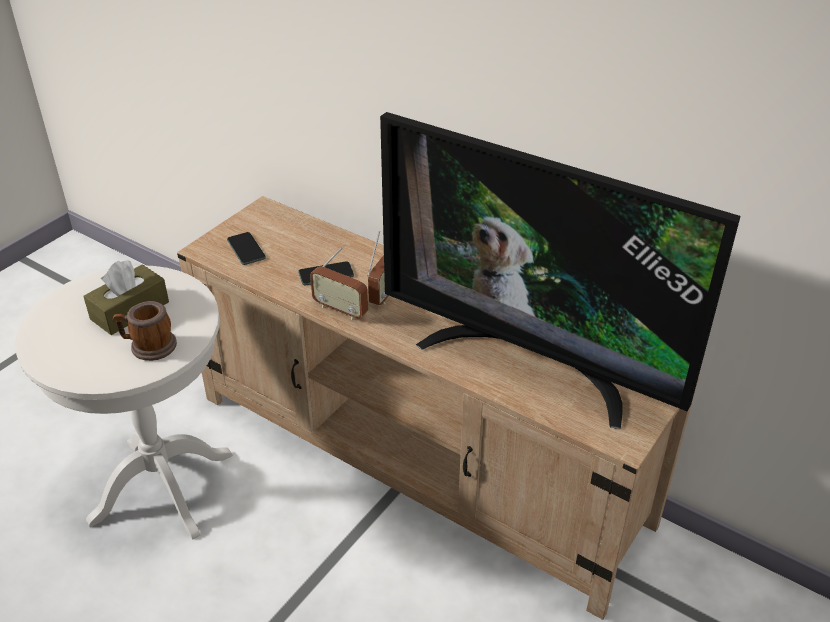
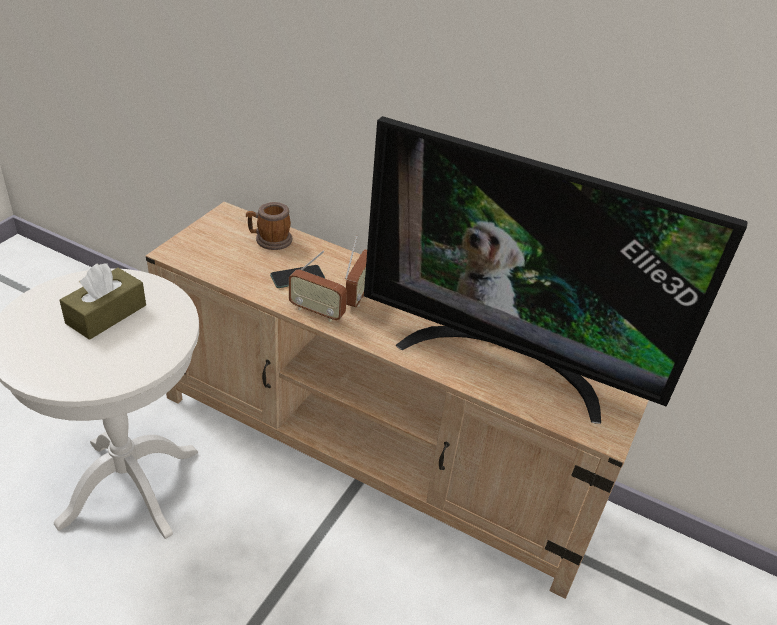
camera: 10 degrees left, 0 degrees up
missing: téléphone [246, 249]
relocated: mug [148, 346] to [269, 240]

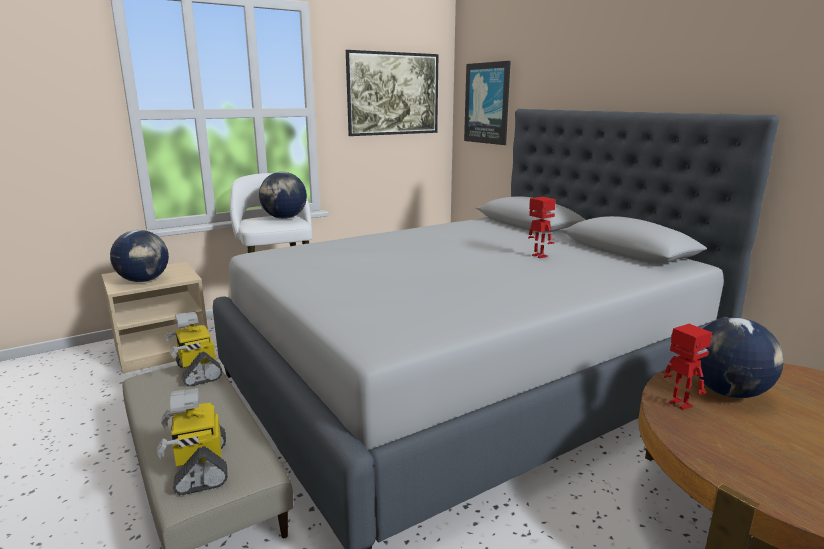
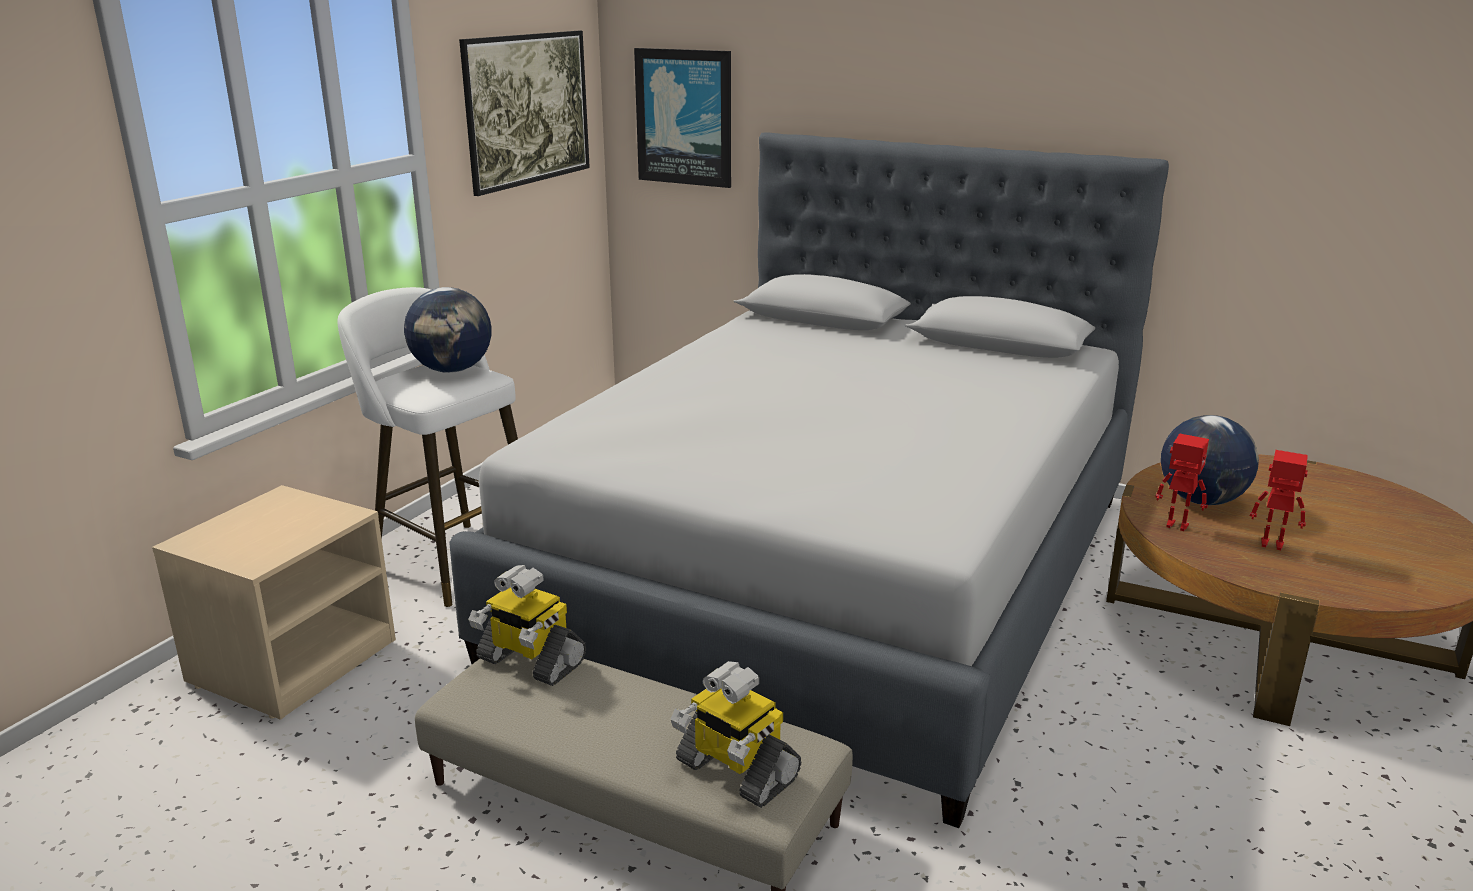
camera: 30 degrees left, 5 degrees up
missing: globe [144, 281]
relocated: robot jouet [538, 256] to [1271, 545]

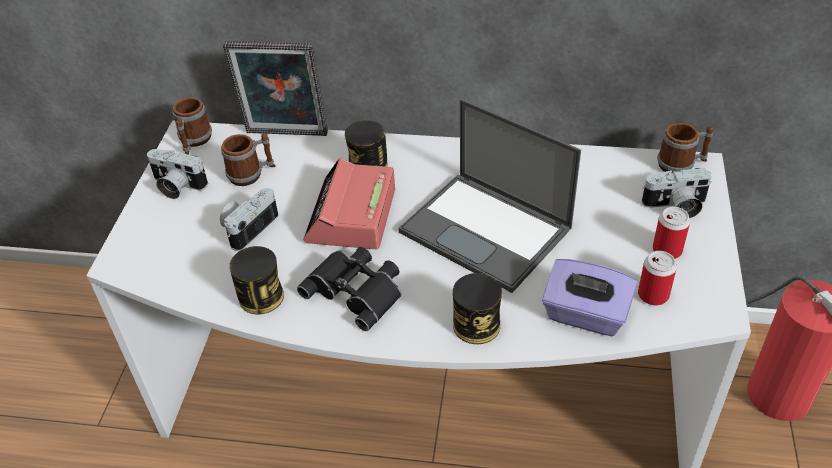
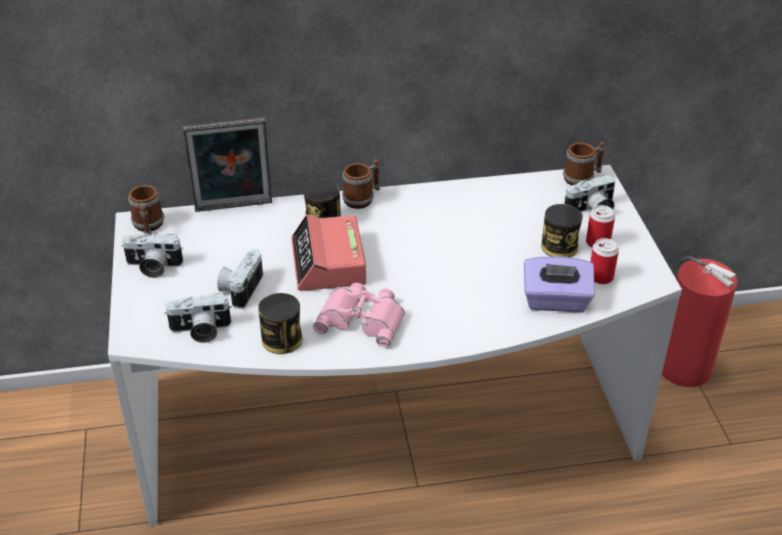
camera: 20 degrees left, 5 degrees down
missing: ordinateur portable [487, 230]
appeared: appareil photo [200, 331]
relocated: mug [251, 174] to [362, 198]; boîte métallique [476, 325] to [559, 247]
colour: jumelles/noir [357, 290] to jumelles/rose [363, 318]

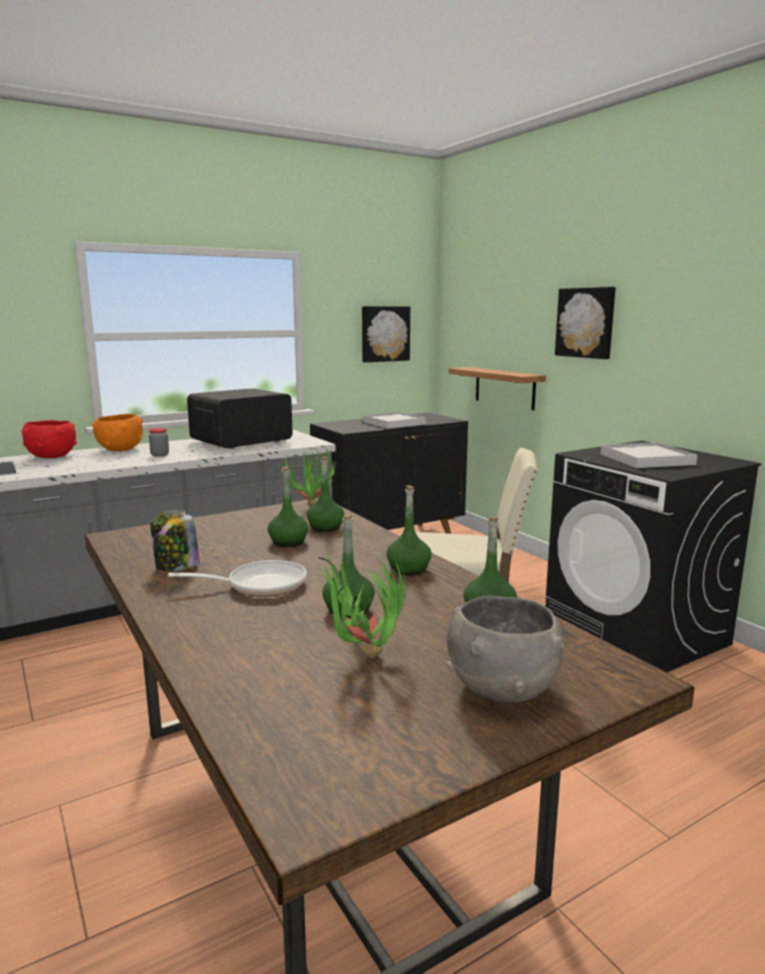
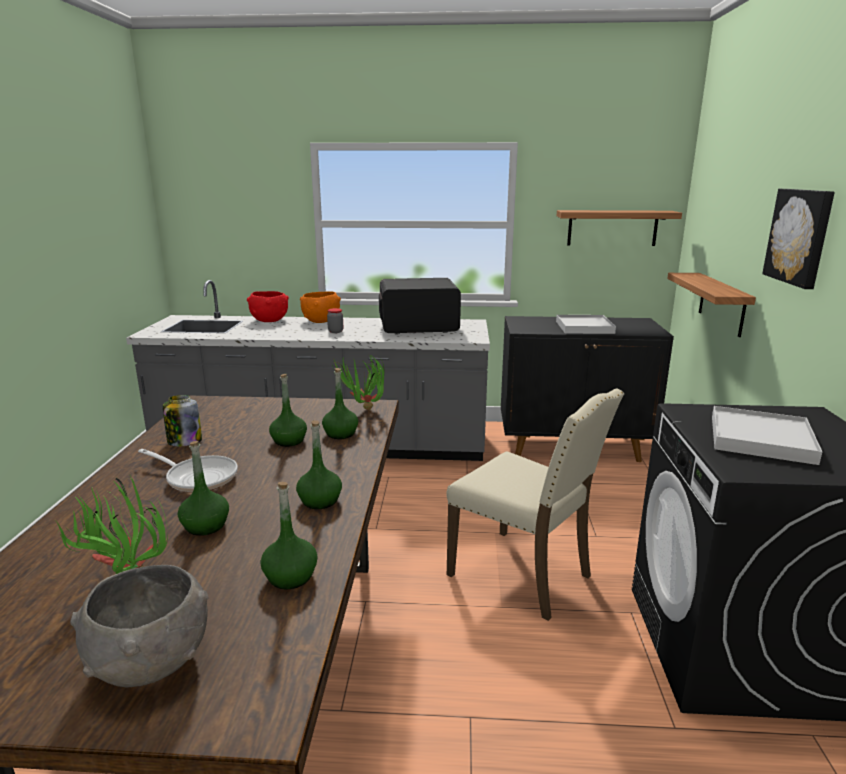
camera: 35 degrees right, 5 degrees up
exchanged: tableau [384, 334] to étagère [612, 228]

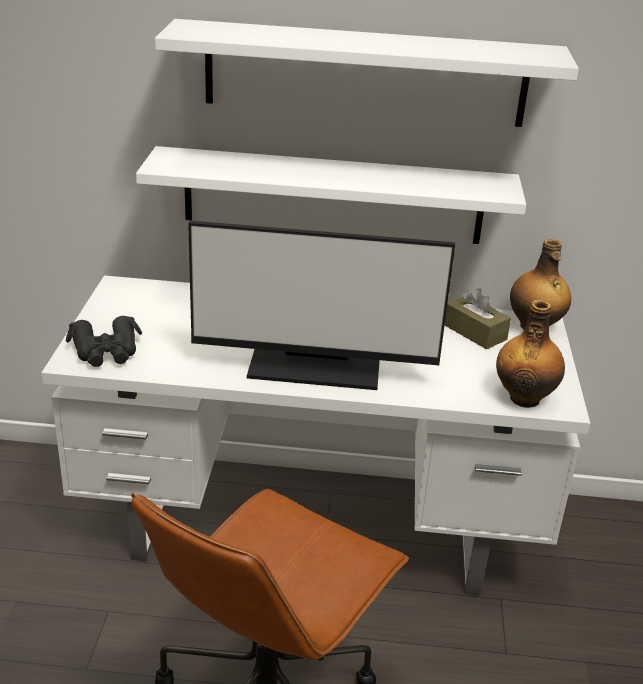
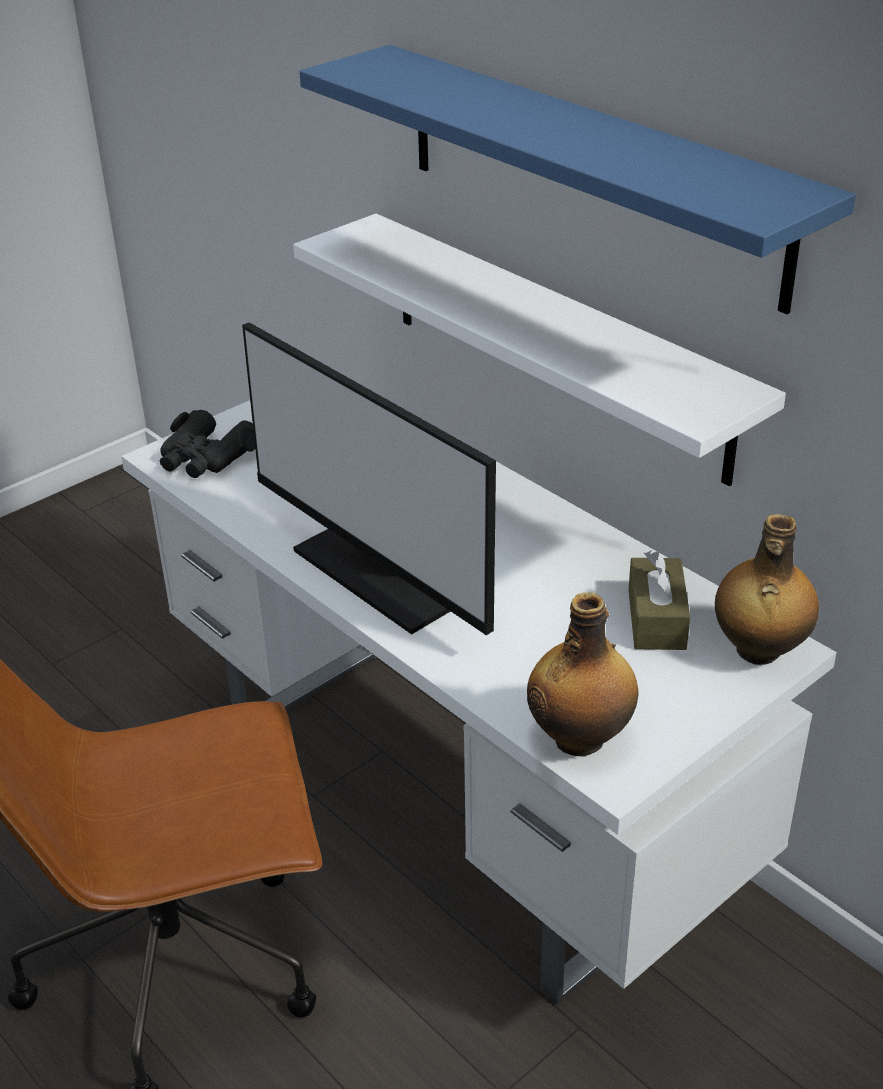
camera: 45 degrees right, 5 degrees up
colour: étagère/blanc [365, 74] to étagère/bleu [588, 172]

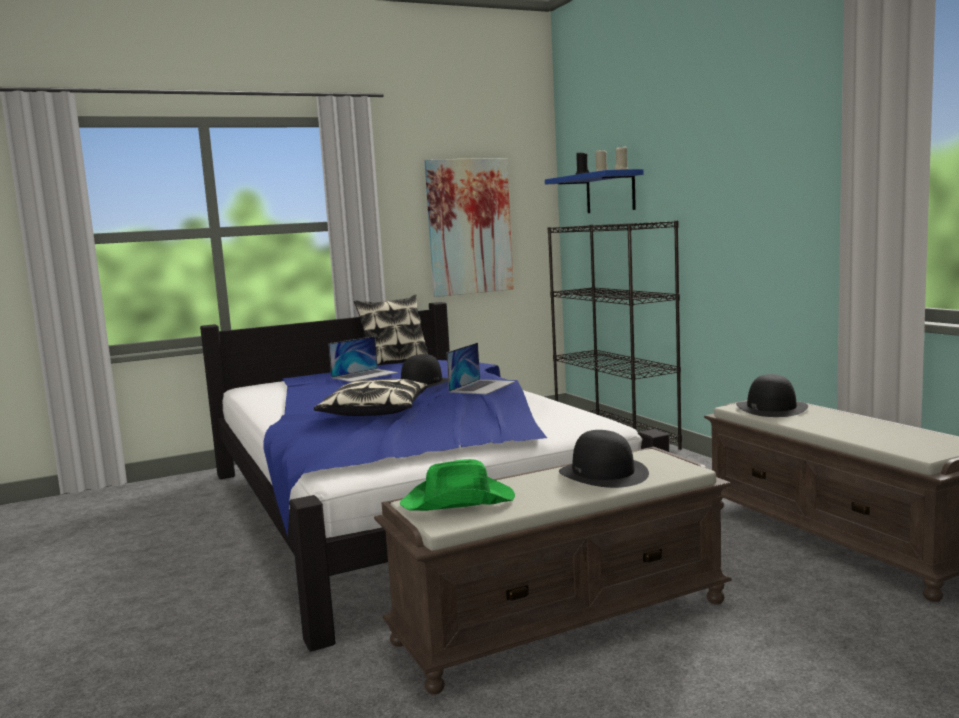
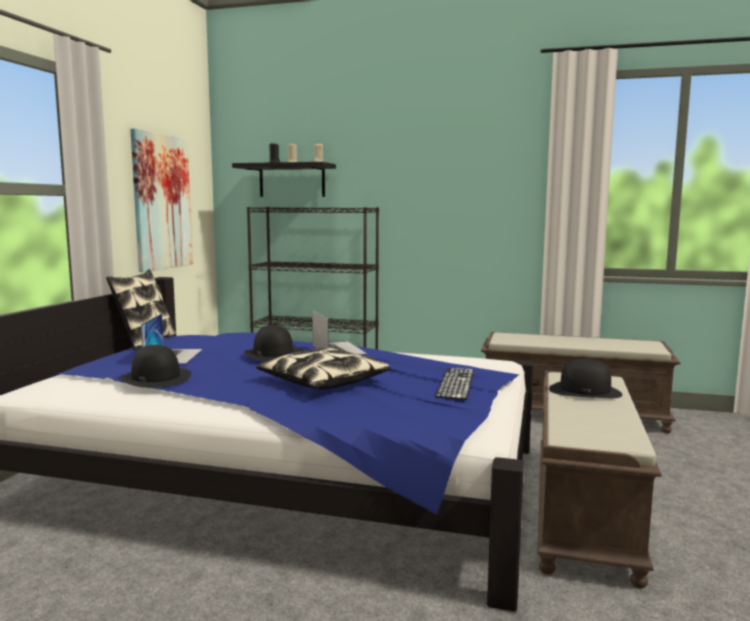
camera: 50 degrees left, 0 degrees up
missing: chapeau/vert [459, 501]
appeared: clavier [456, 383]
relocated: chapeau/noir [771, 408] to [155, 378]
colour: étagère/bleu [610, 192] to étagère/noir [292, 180]

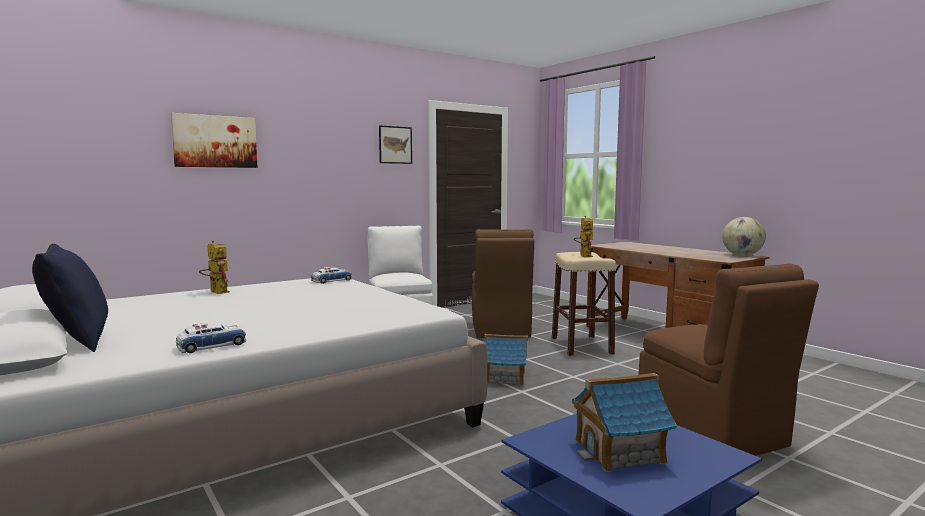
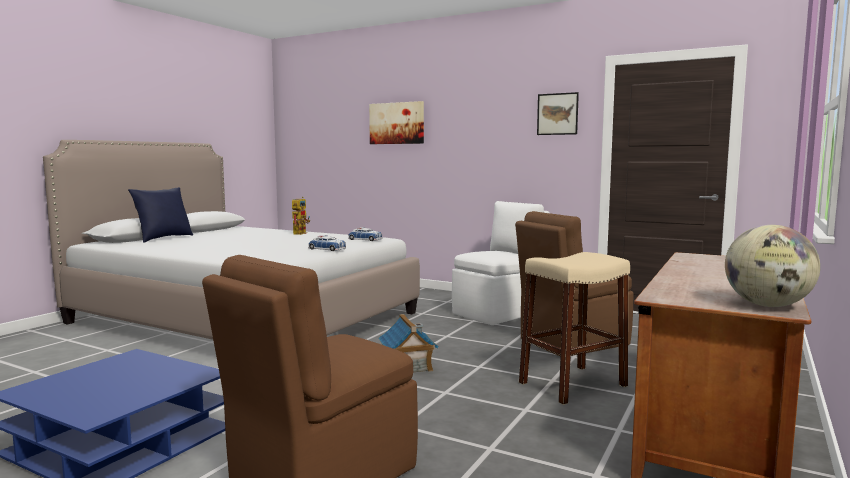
camera: 65 degrees right, 0 degrees up
missing: maison miniature [620, 451]; robot jouet [583, 255]
relocated: petite voiture [211, 345] to [327, 249]

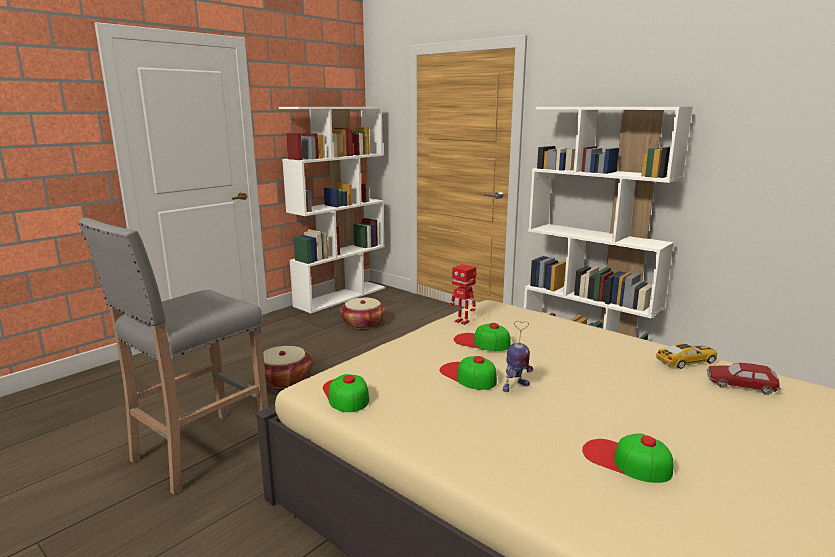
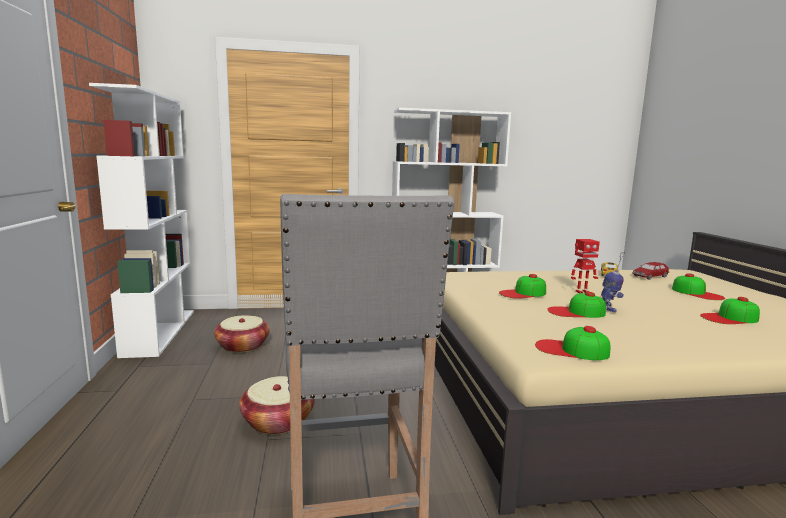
camera: 50 degrees left, 5 degrees down
appeared: casquette [697, 293]
relocated: robot jouet [462, 321] to [582, 292]

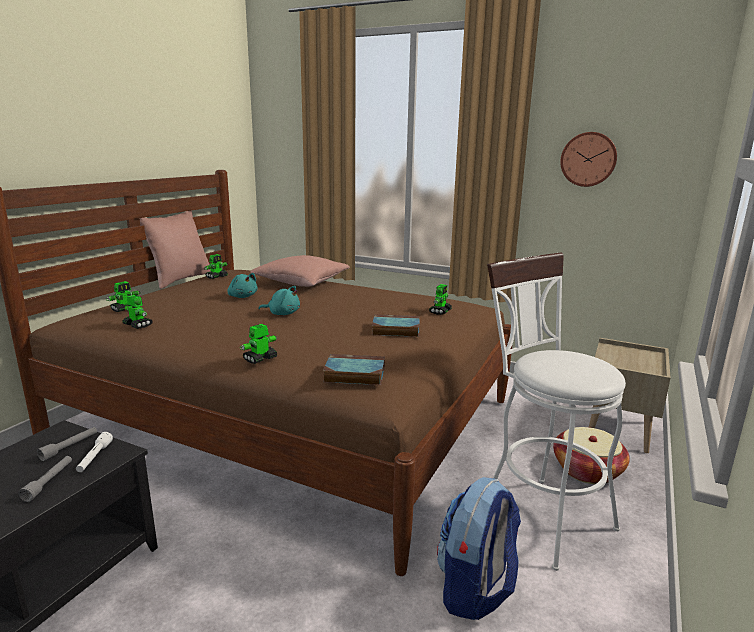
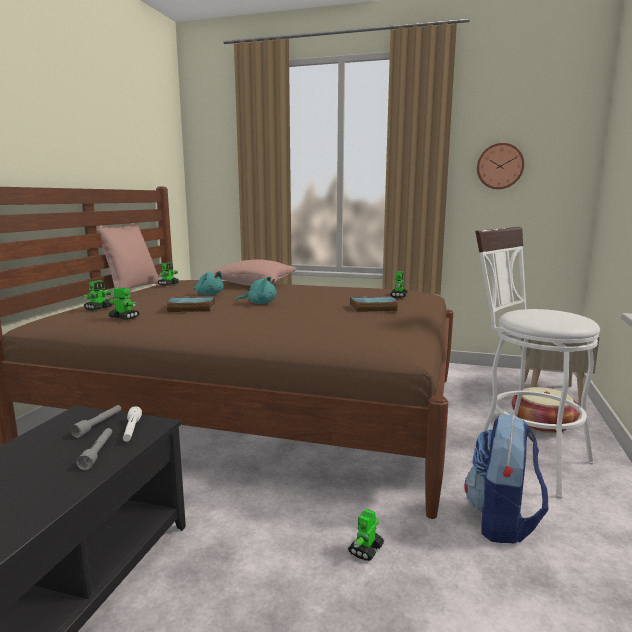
camera: 10 degrees left, 5 degrees down
relocated: robot jouet [260, 359] to [365, 550]; livre [353, 374] to [190, 308]

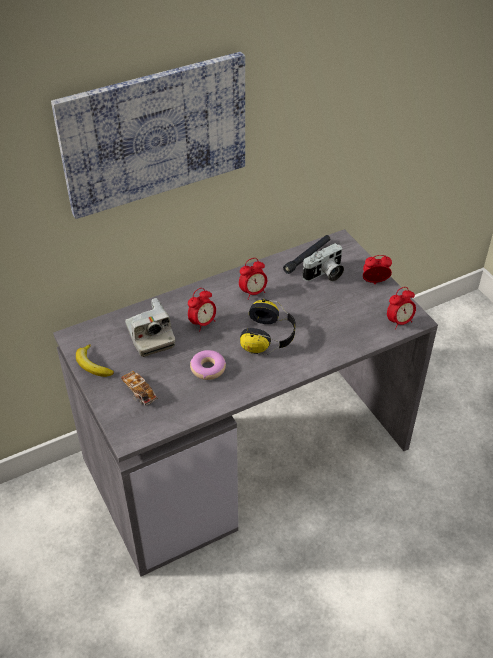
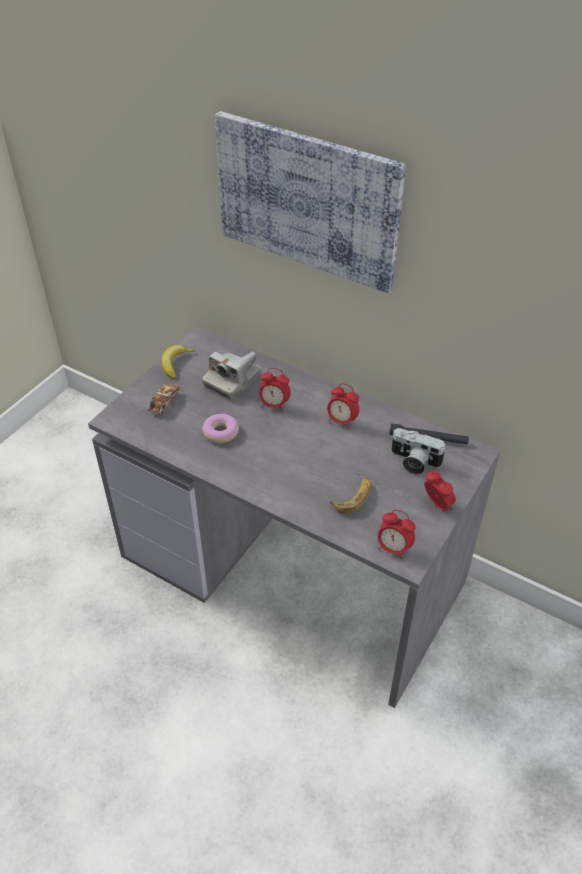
camera: 60 degrees right, 0 degrees up
missing: casque audio [269, 337]
appeared: banane [353, 498]

